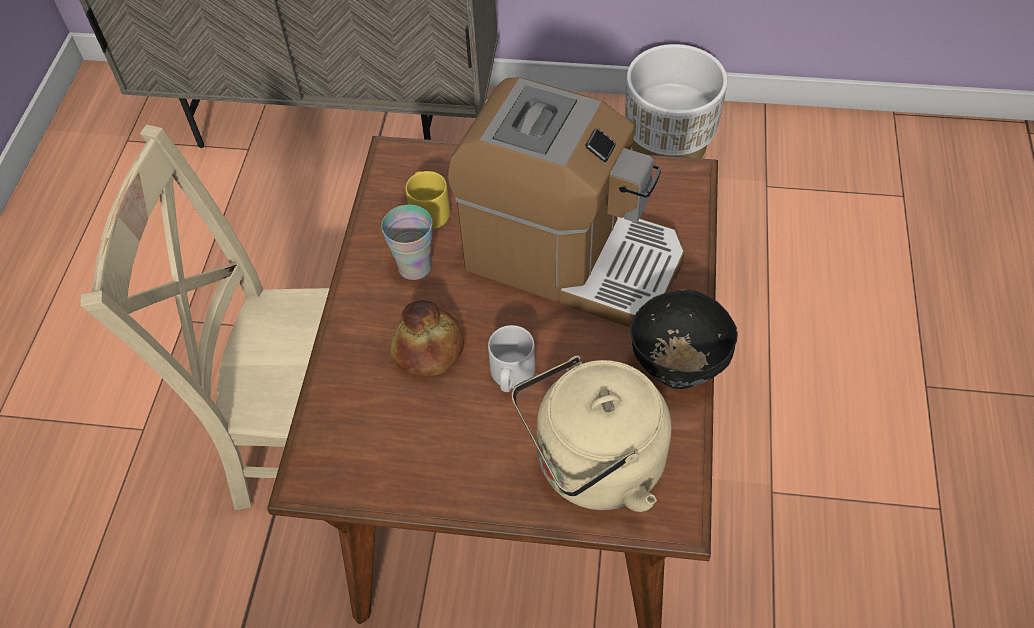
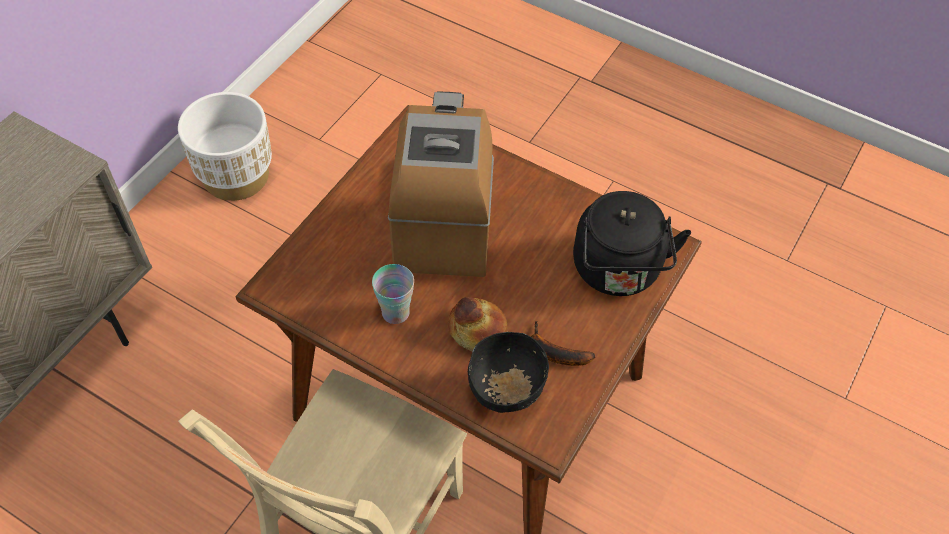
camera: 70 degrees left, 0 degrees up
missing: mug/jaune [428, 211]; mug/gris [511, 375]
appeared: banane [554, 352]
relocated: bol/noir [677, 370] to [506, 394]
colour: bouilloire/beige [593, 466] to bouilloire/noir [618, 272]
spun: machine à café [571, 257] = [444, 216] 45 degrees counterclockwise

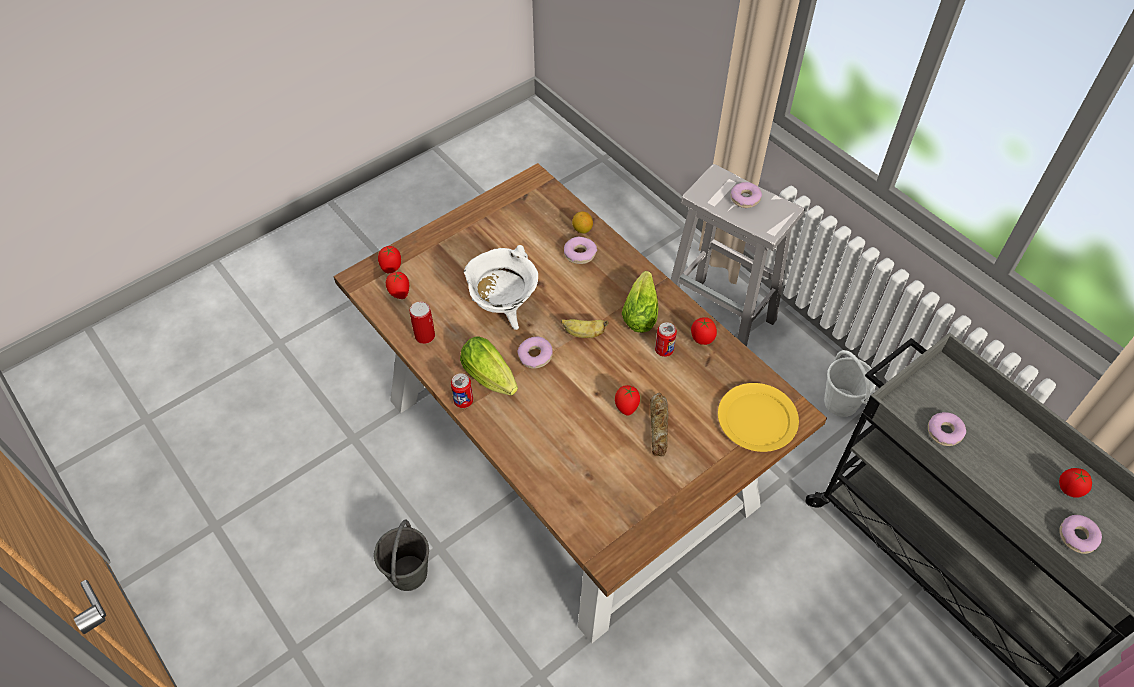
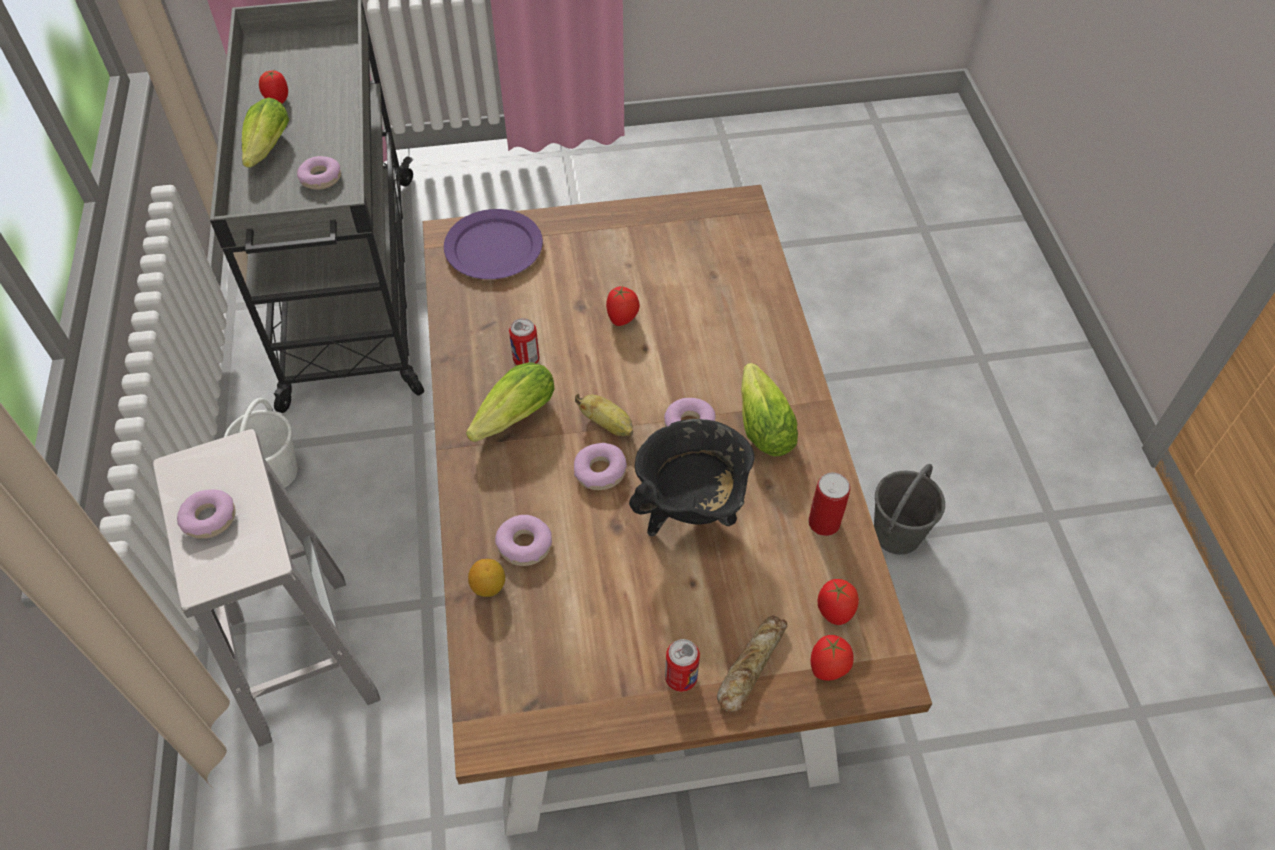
camera: 150 degrees left, 0 degrees up
missing: tomate [702, 339]
appeared: laitue [266, 152]
relocated: boîte métallique [463, 401] to [681, 678]; pain [659, 426] to [750, 665]; beignet [1077, 537] to [600, 471]
colour: marmite/blanc [503, 308] to marmite/noir [691, 511]; assiette/jaune [757, 420] to assiette/violet [494, 247]

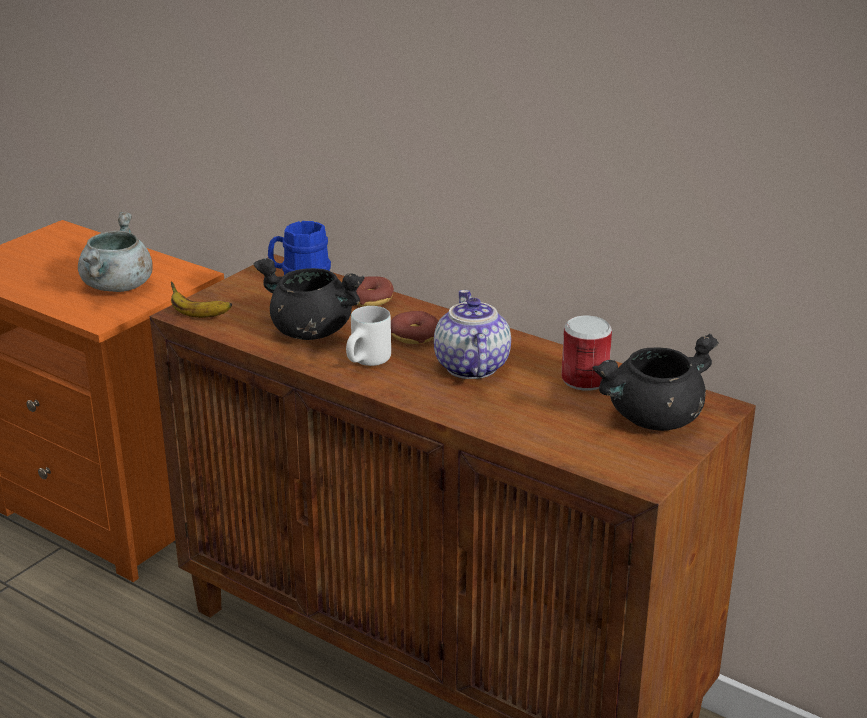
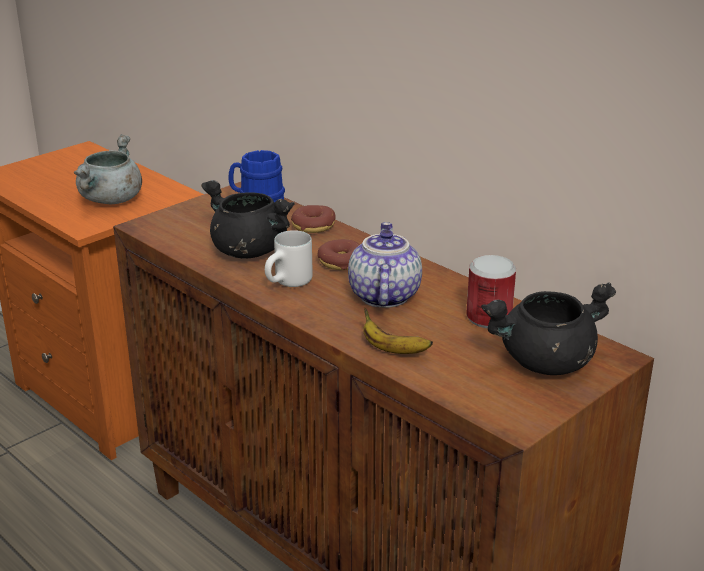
camera: 10 degrees right, 0 degrees up
relocated: banane [198, 315] to [392, 350]

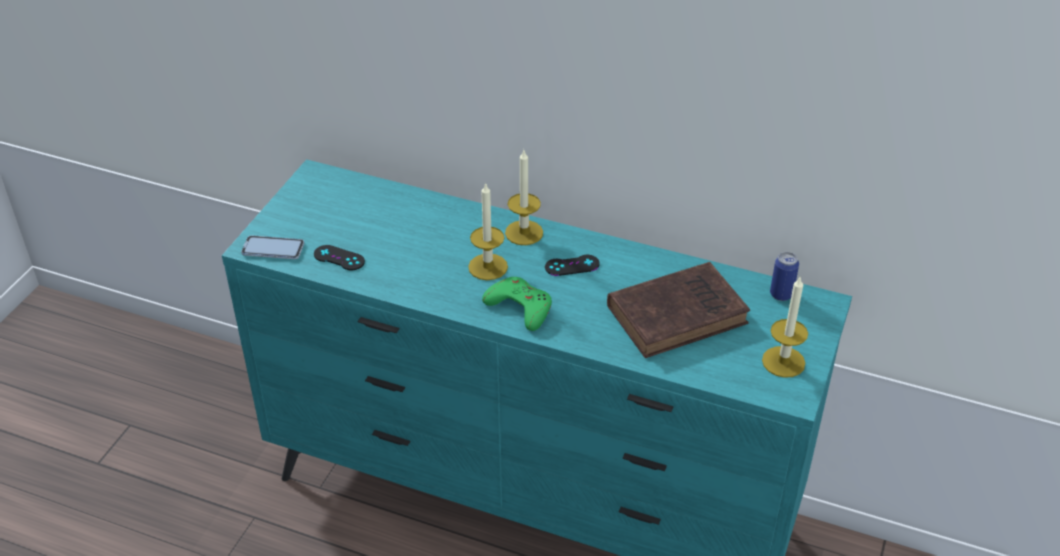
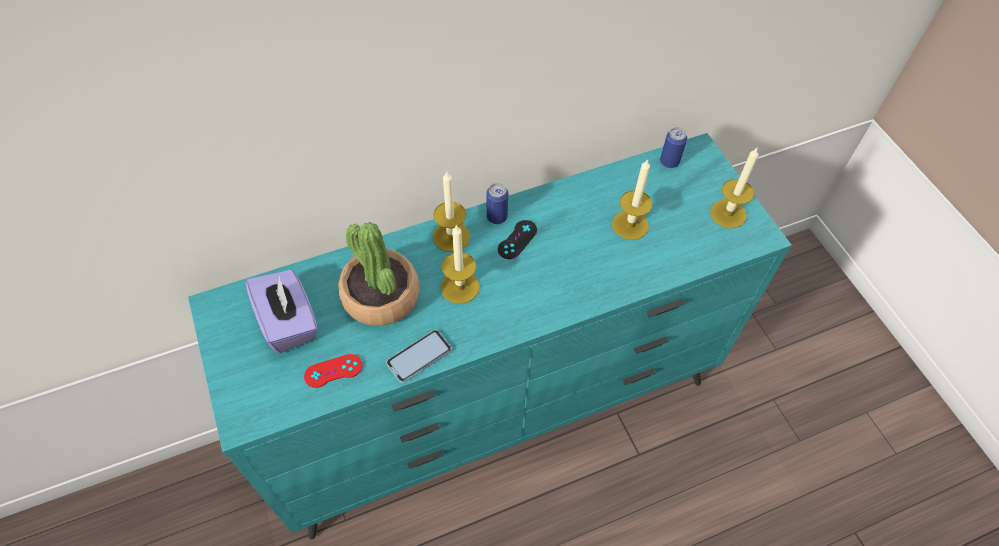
camera: 45 degrees left, 15 degrees up
missing: manette/vert [520, 307]
appeared: boîte à mouchoirs/violet [289, 322]; plante en pot [380, 296]; boîte métallique [497, 217]
relocated: téléphone [273, 249] to [419, 356]
exchanged: livre/marron [680, 314] to bougie [630, 225]
colour: manette/noir [339, 258] to manette/rouge [333, 371]

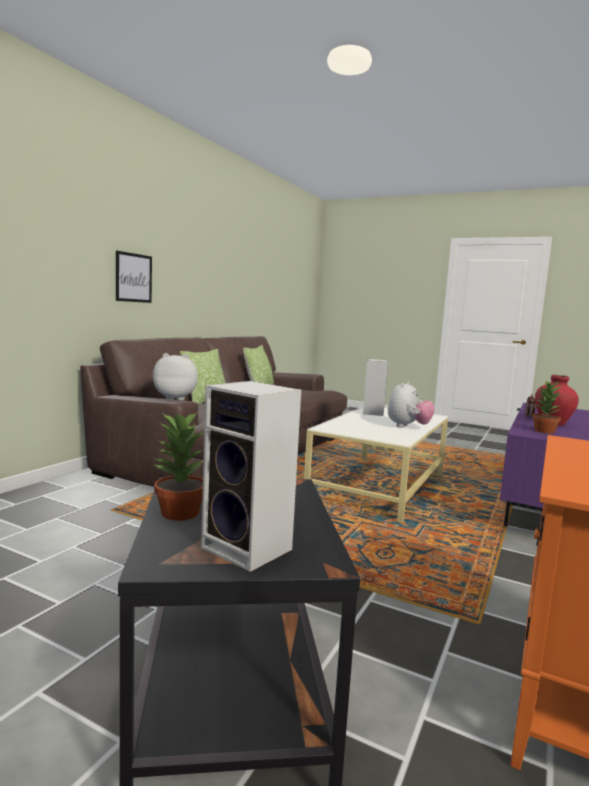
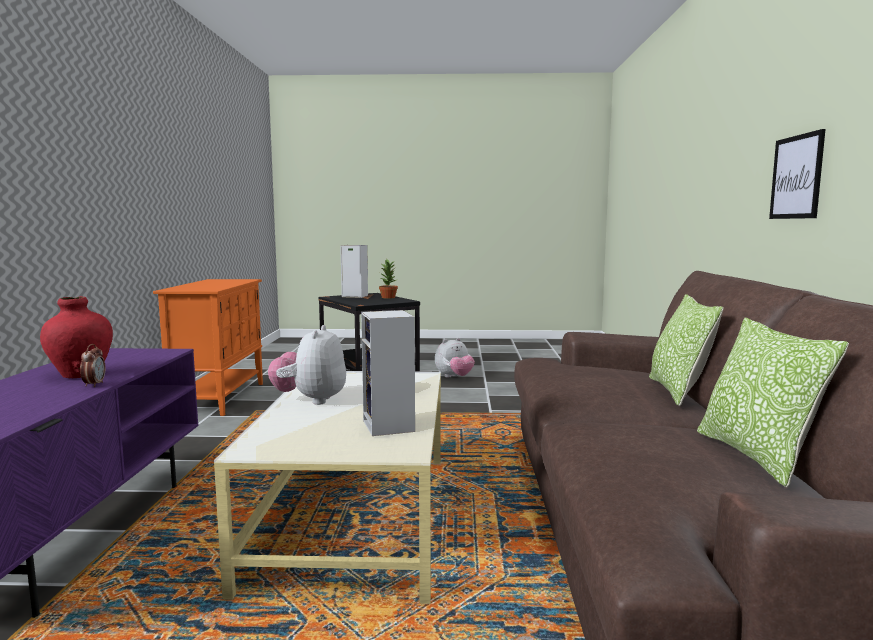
camera: 155 degrees right, 0 degrees up
missing: plante en pot [544, 431]
relocated: peluche [175, 398] to [454, 377]

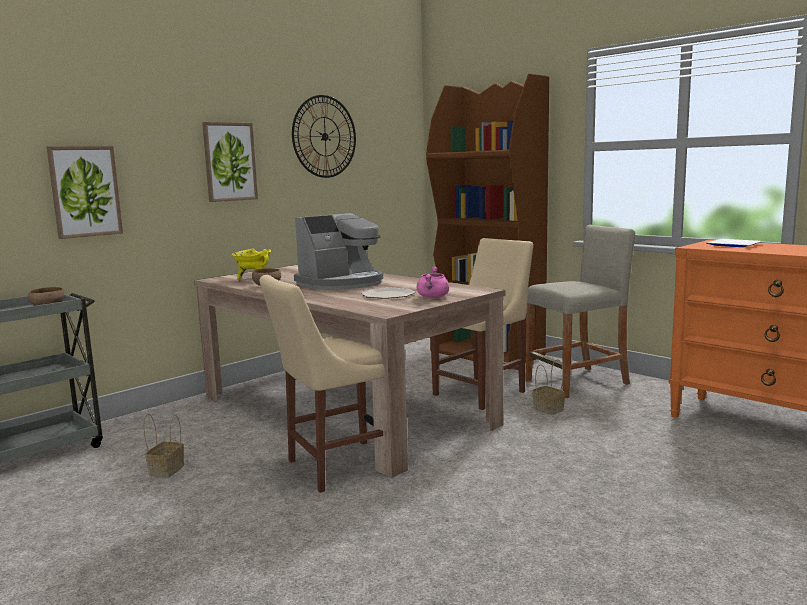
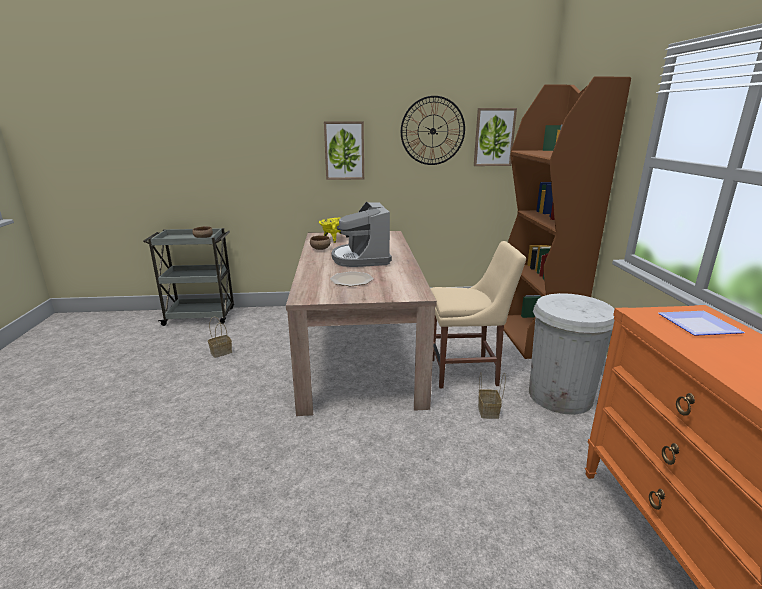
camera: 40 degrees right, 10 degrees up
missing: chaise/beige [338, 466]; marmite/rose [433, 297]
relocated: tableau [85, 191] to [494, 137]
exchanged: tabouret/beige [577, 382] to poubelle/blanc [560, 396]
spun: machine à café [342, 283] = [361, 258] 75 degrees clockwise

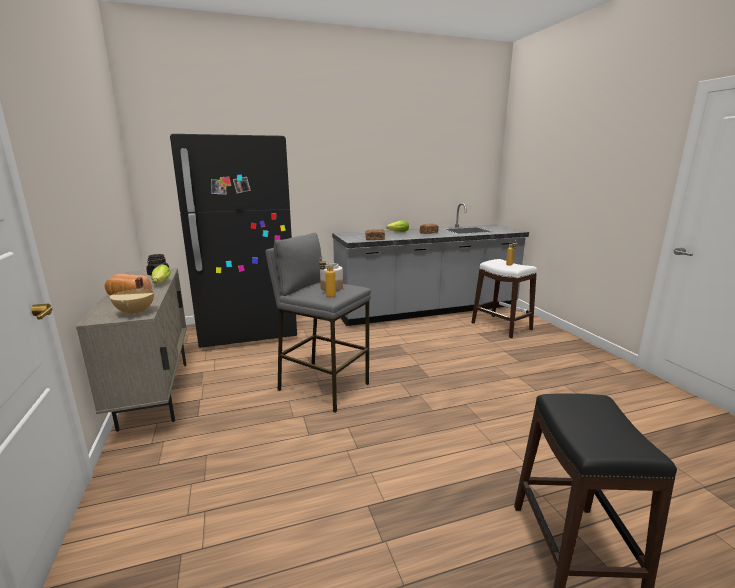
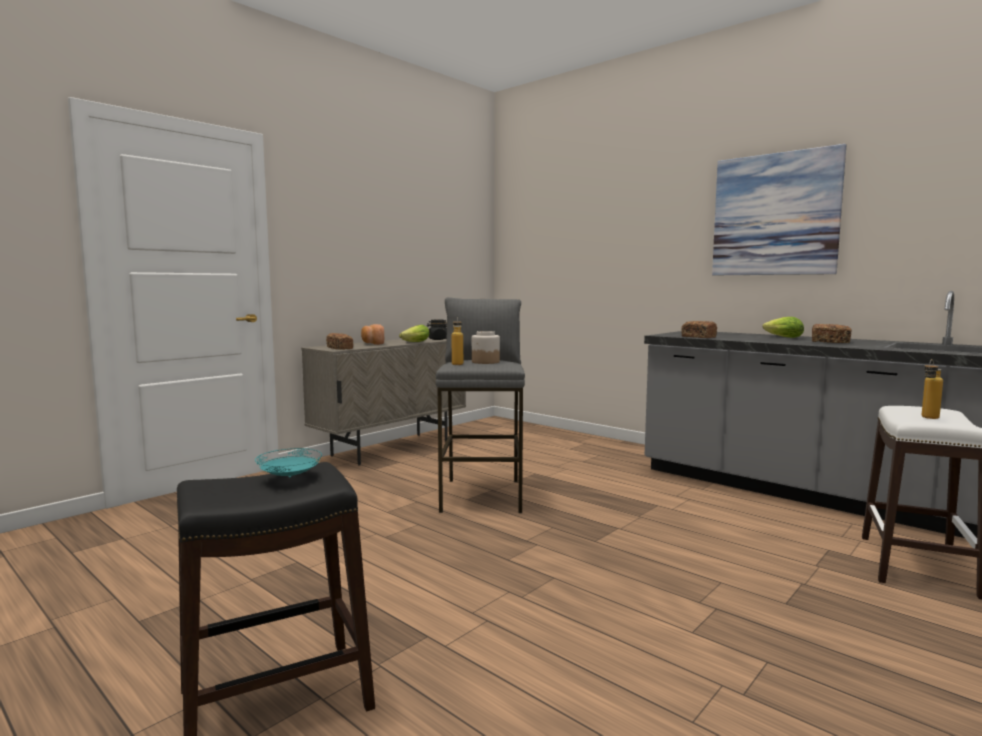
camera: 60 degrees right, 10 degrees down
missing: réfrigérateur/noir [248, 332]
appeared: assiette/turquoise [290, 477]; tableau [775, 215]
exchanged: marmite/beige [136, 312] to pain [340, 348]

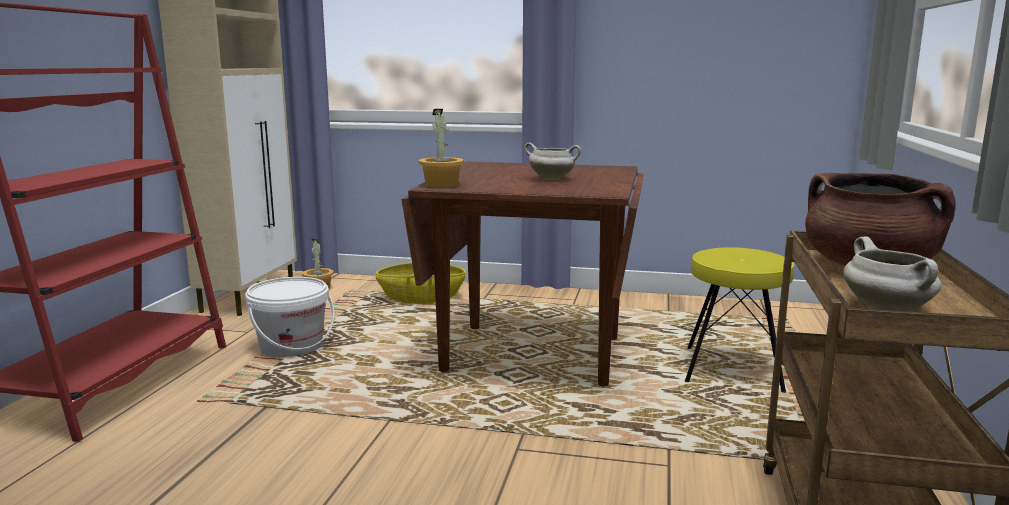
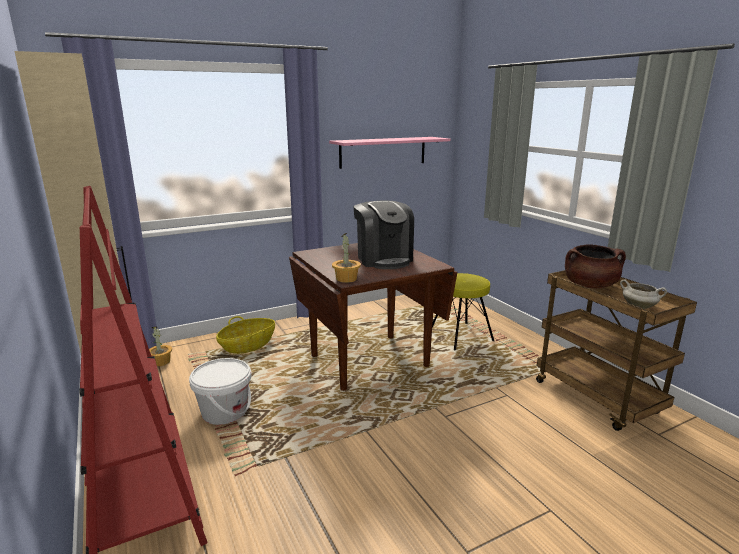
camera: 40 degrees left, 5 degrees up
appeared: étagère/rose [383, 152]
exchanged: marmite/blanc [552, 179] to machine à café [383, 259]

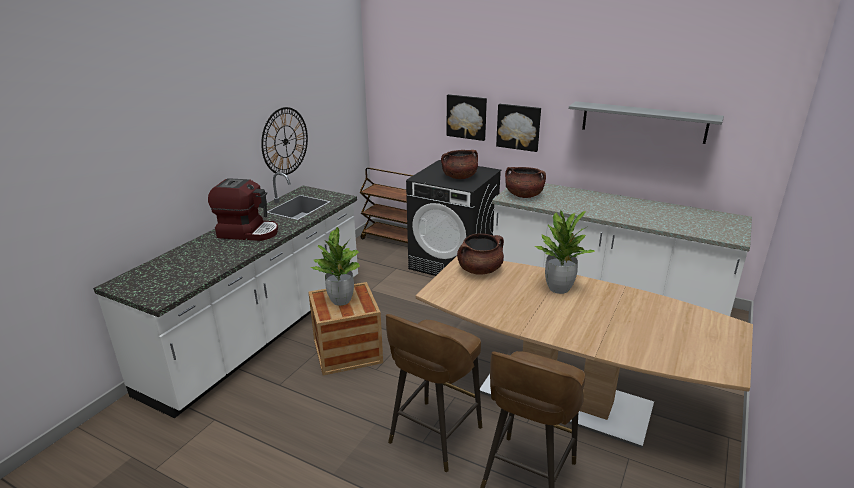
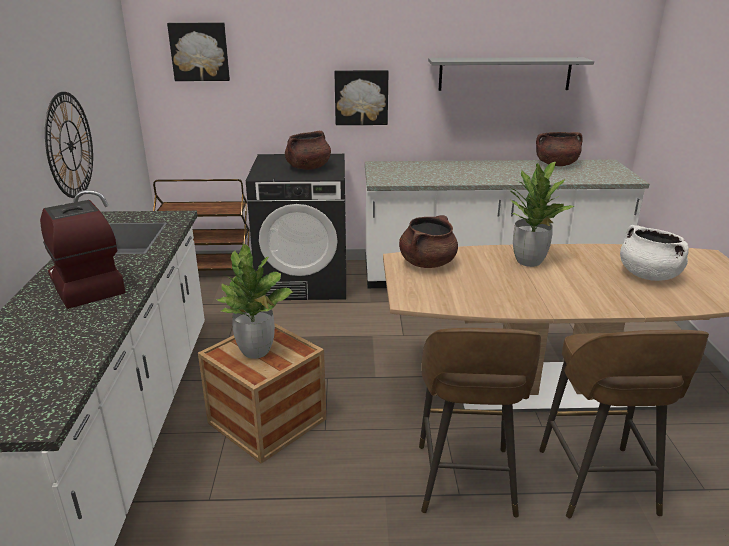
camera: 30 degrees left, 0 degrees up
appeared: marmite/blanc [648, 275]
relocated: tableau [467, 117] to [199, 51]; marmite/marron [523, 195] to [556, 164]
spun: machine à café [248, 232] = [85, 285] 105 degrees counterclockwise

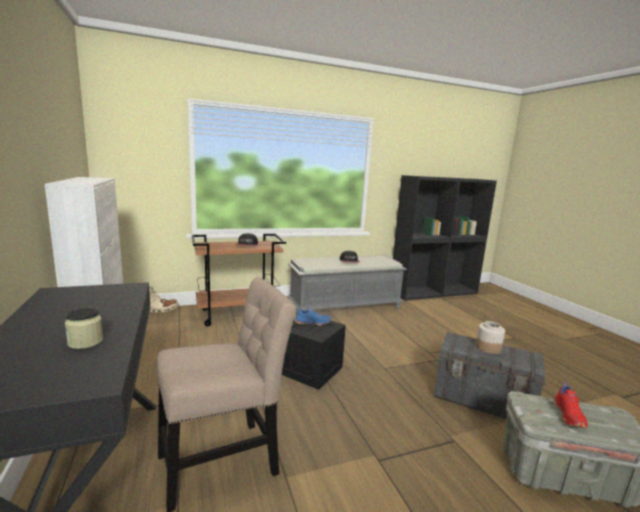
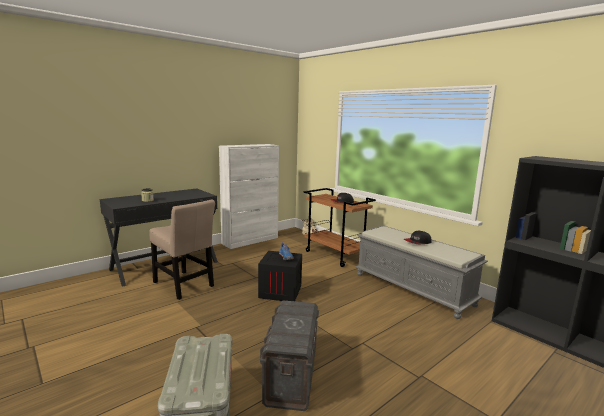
camera: 70 degrees right, 0 degrees up
missing: bocal [487, 348]; chaussure/rouge [570, 416]

